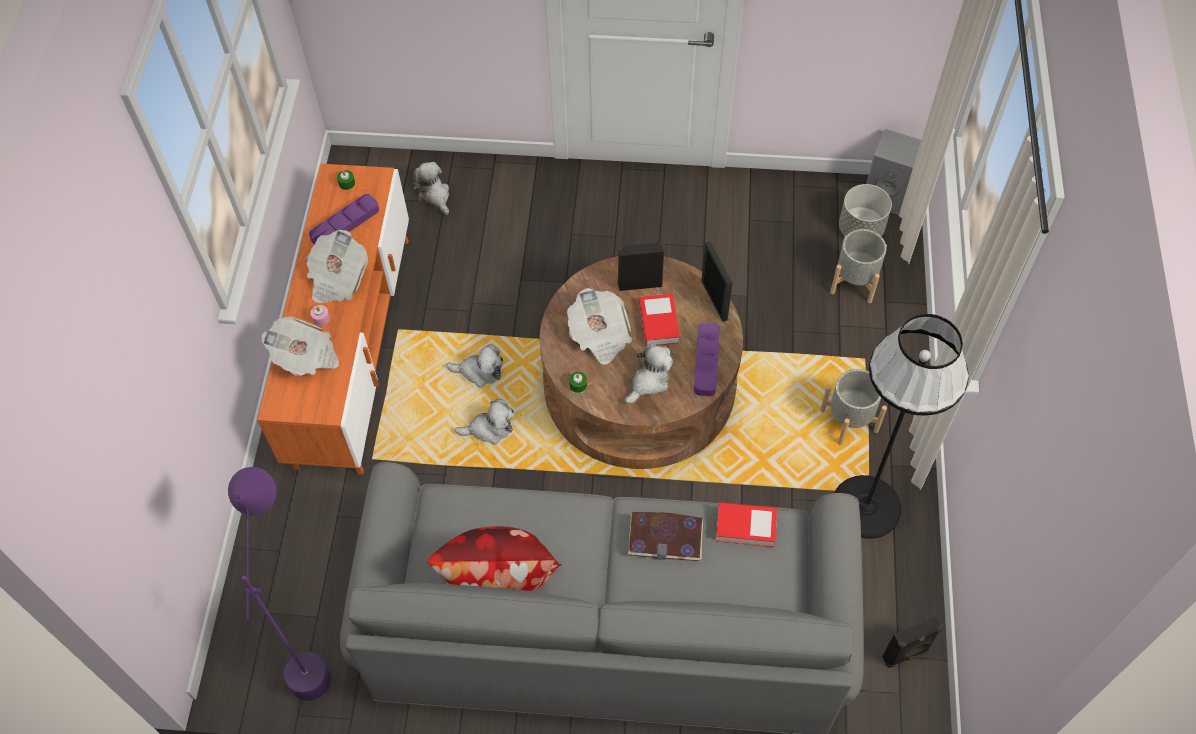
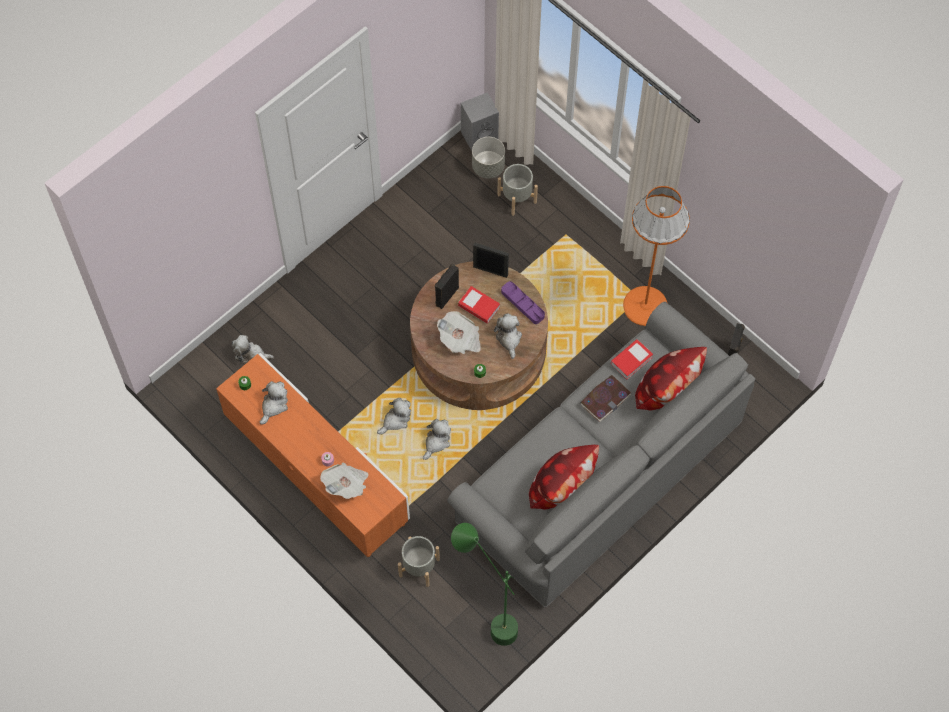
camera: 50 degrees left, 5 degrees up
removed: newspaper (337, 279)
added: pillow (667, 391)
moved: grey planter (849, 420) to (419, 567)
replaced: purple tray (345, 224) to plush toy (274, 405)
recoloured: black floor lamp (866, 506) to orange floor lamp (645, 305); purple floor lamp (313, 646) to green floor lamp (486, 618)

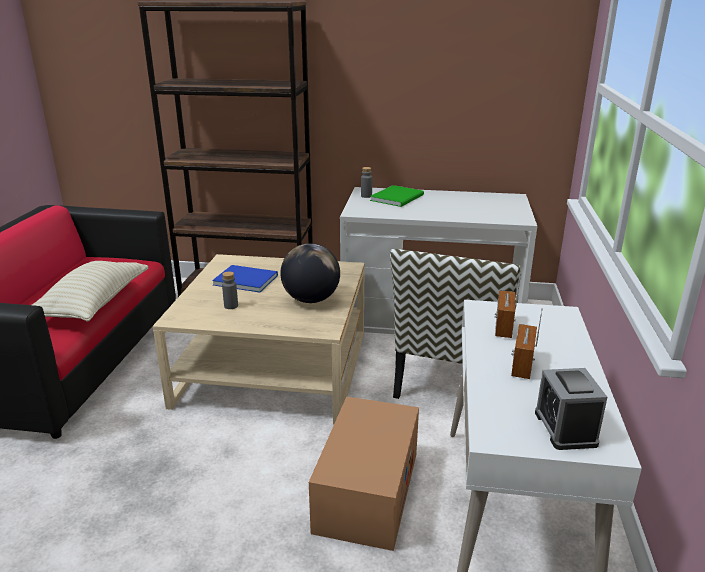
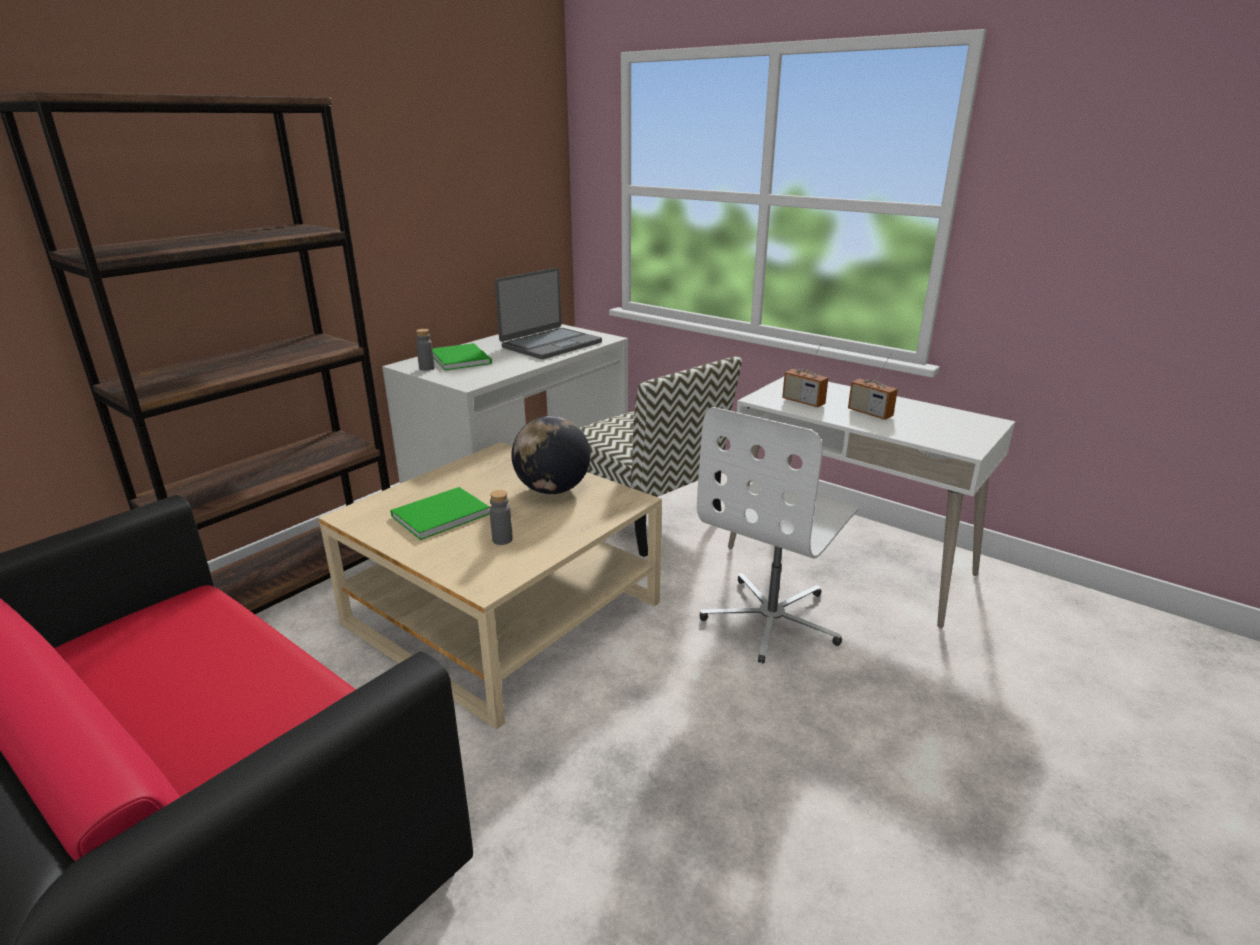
camera: 60 degrees left, 0 degrees up
removed: beige pillow (93, 304); alarm clock (565, 428)
added: laptop (550, 345)
replaced: cardboard box (367, 491) to white office chair (772, 619)
recoloured: blue book (245, 279) to green book (437, 515)

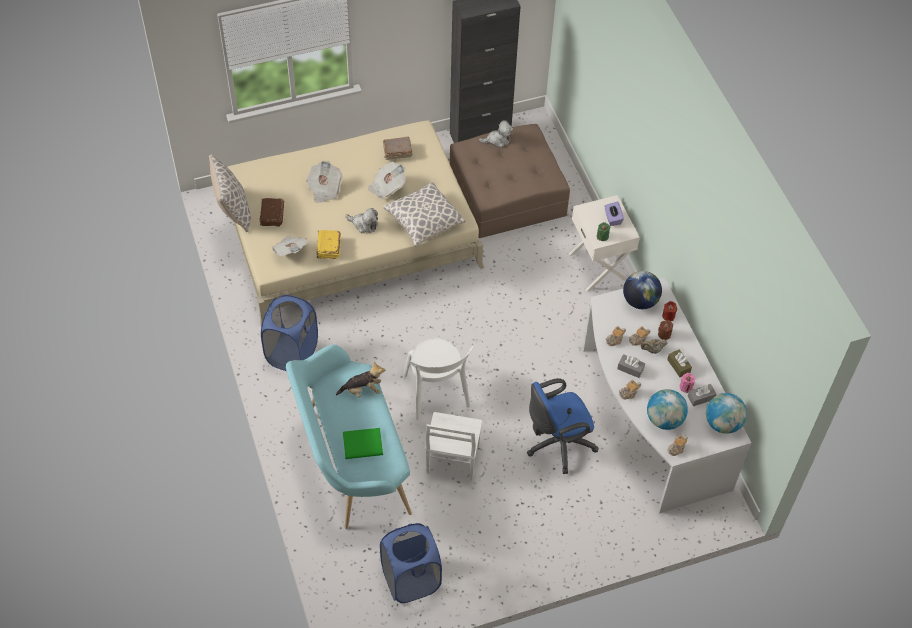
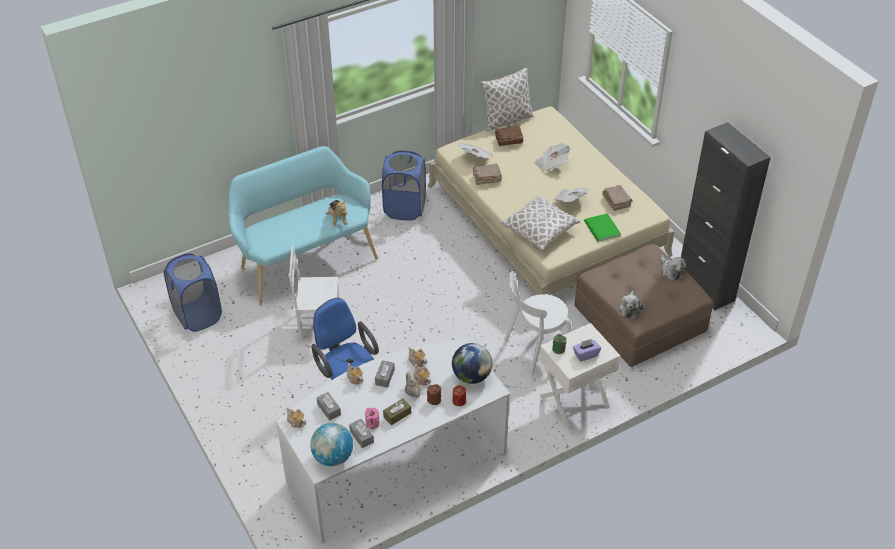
camera: 80 degrees right, 10 degrees down
moved: plush toy (364, 224) to (629, 308); white chair (437, 395) to (535, 350); green book (364, 445) to (601, 229)
replaced: globe (664, 420) to grey tissue box (329, 409)
recoloured: yellow book (328, 248) to brown book (486, 178)

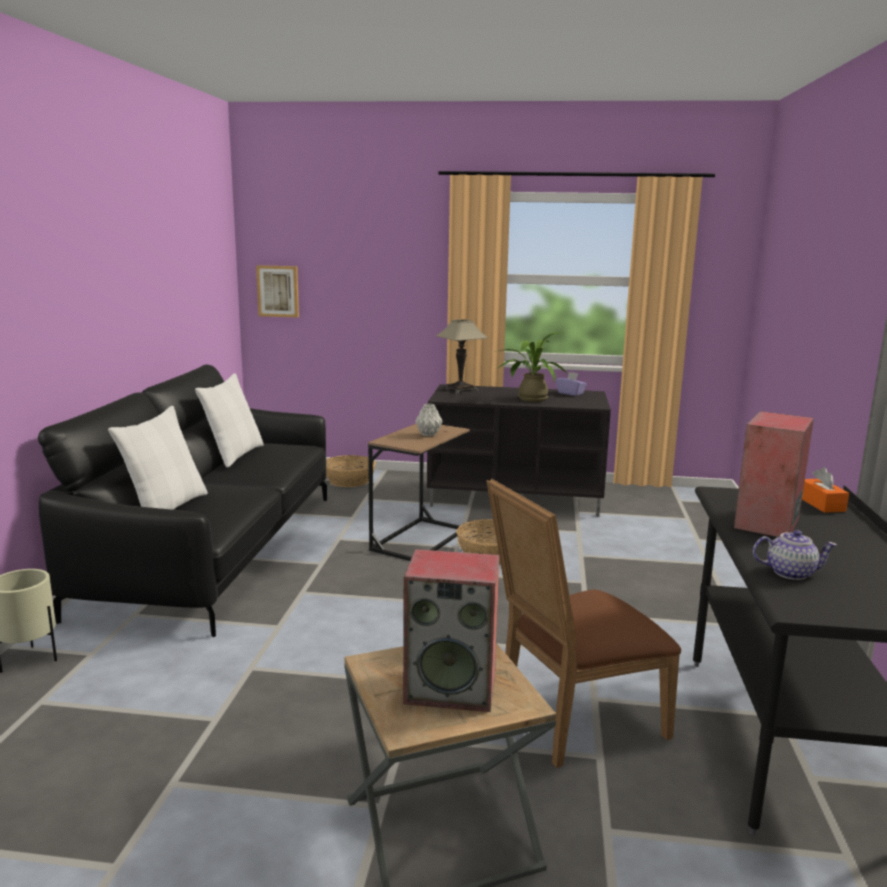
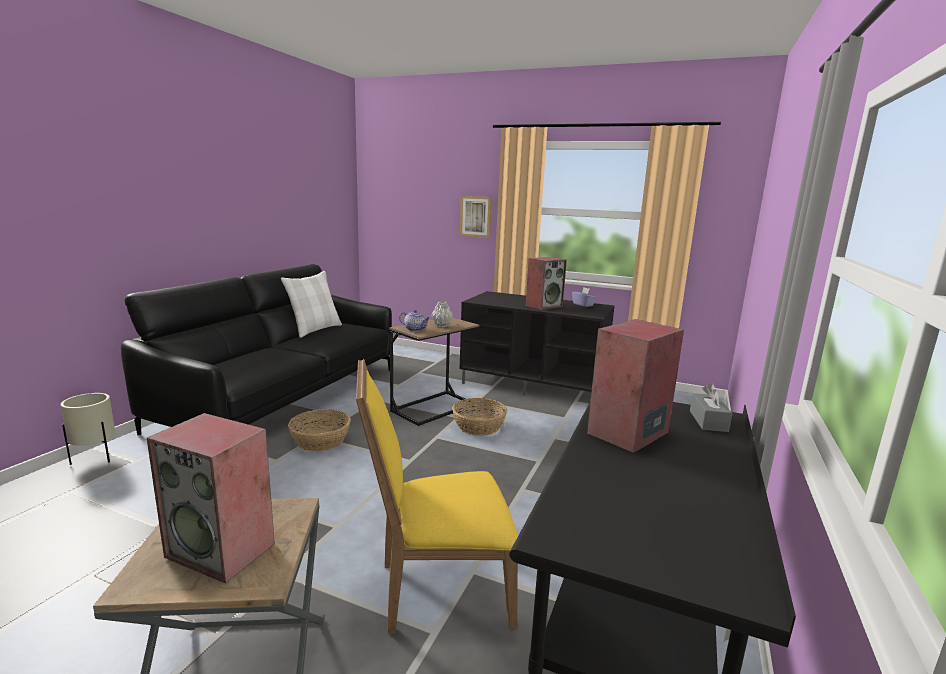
camera: 15 degrees right, 0 degrees up
removed: table lamp (460, 389); white pillow (166, 508)
moved: picture (278, 291) to (476, 216); basket (349, 481) to (321, 441); teapot (790, 573) to (415, 329)
replaced: potted plant (529, 398) to speaker (544, 306)
recoloured: orange tissue box (821, 504) to grey tissue box (708, 421); brown chair (572, 722) to yellow chair (436, 590)

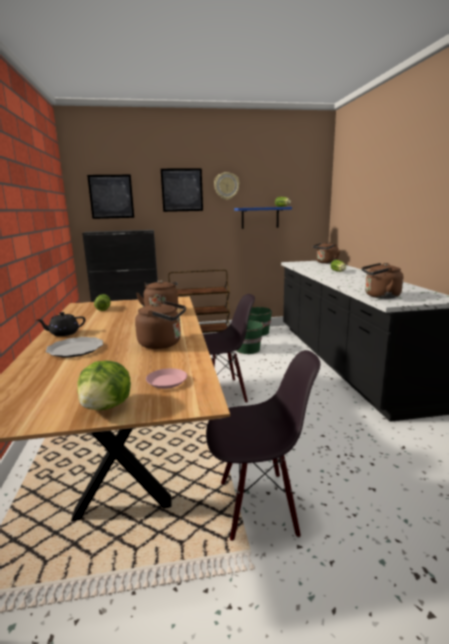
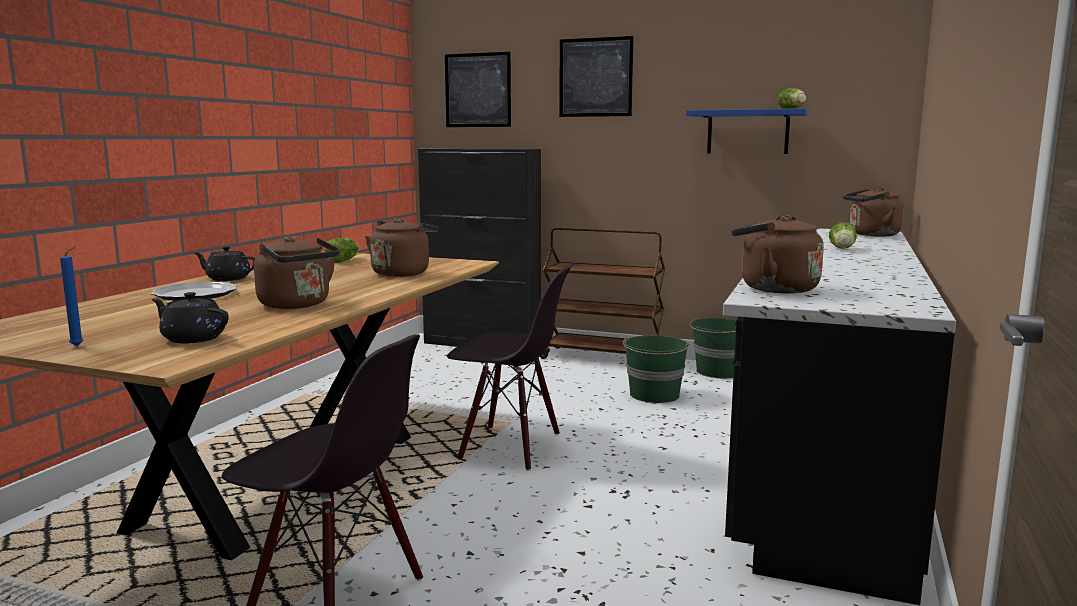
camera: 30 degrees right, 5 degrees down
removed: wall clock (226, 186)
replaced: lettuce (107, 407) to blue candle (79, 346); pink plate (167, 381) to black teapot (192, 338)

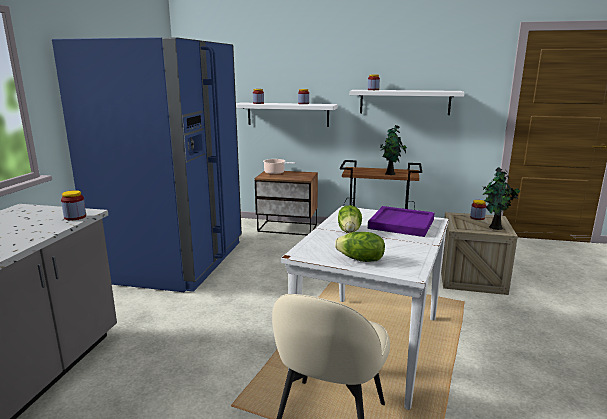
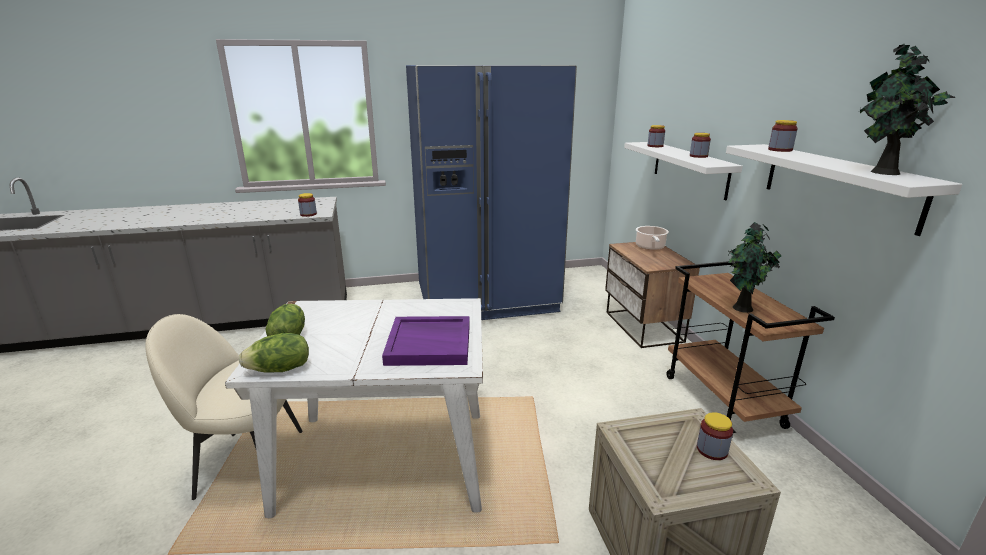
camera: 65 degrees right, 5 degrees up
moved: potted plant (495, 228) to (882, 172); lettuce (350, 231) to (280, 370)

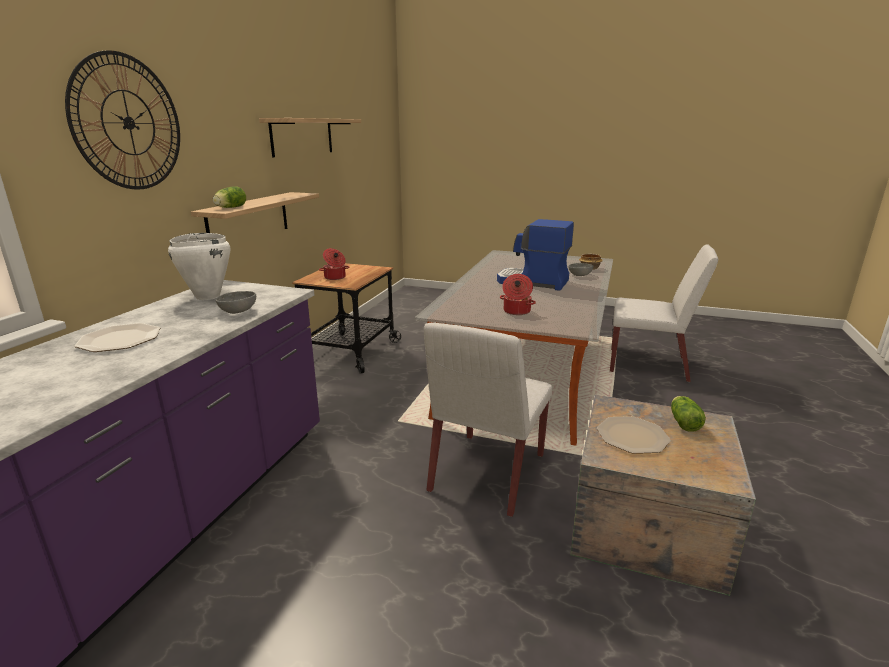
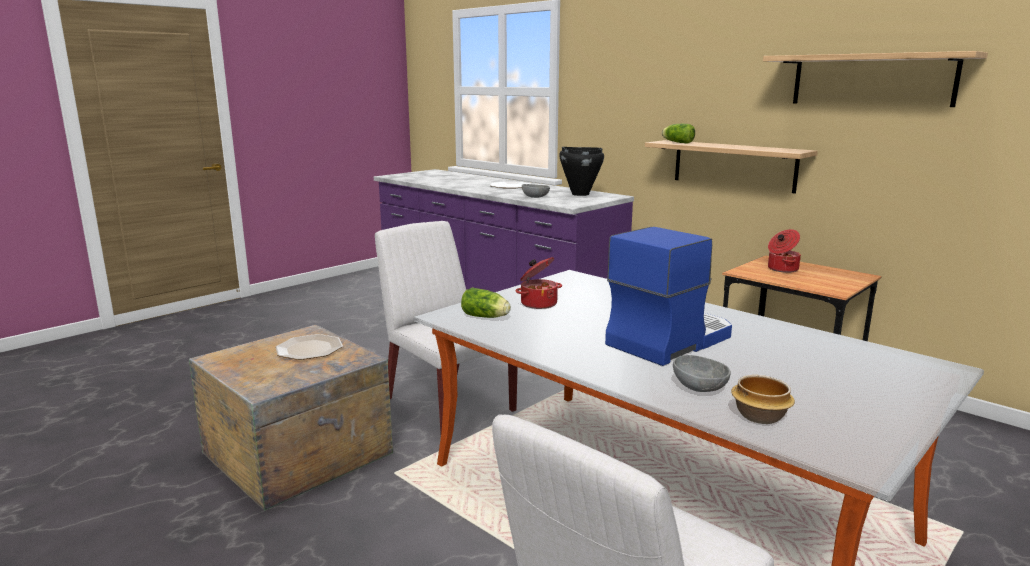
camera: 115 degrees right, 5 degrees down
removed: wall clock (128, 123)
moved: lettuce (683, 422) to (486, 317)
recoloured: white cooking pot (207, 297) to black cooking pot (580, 194)

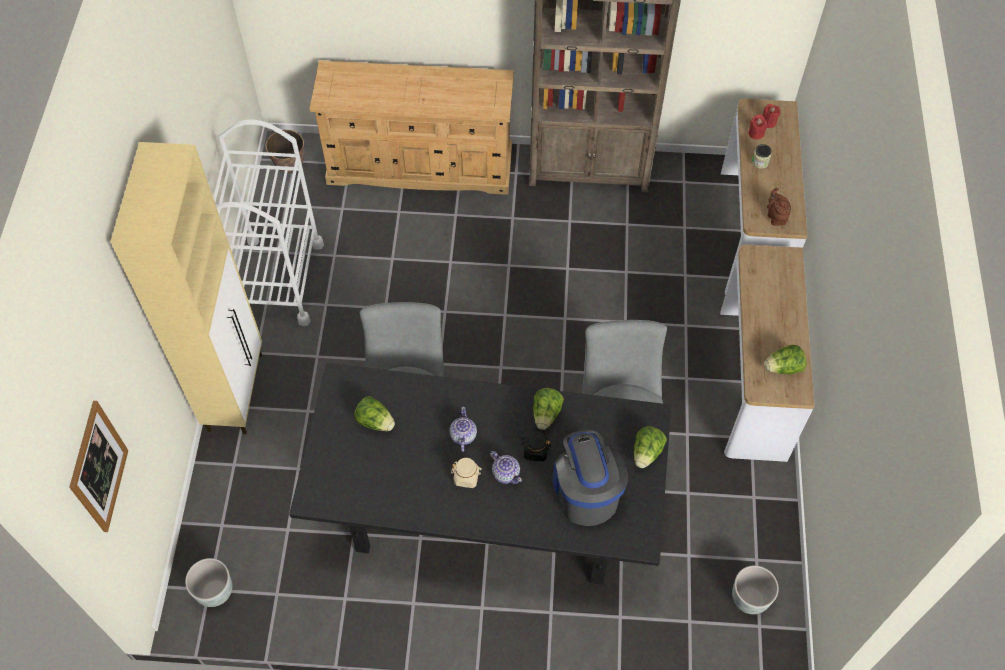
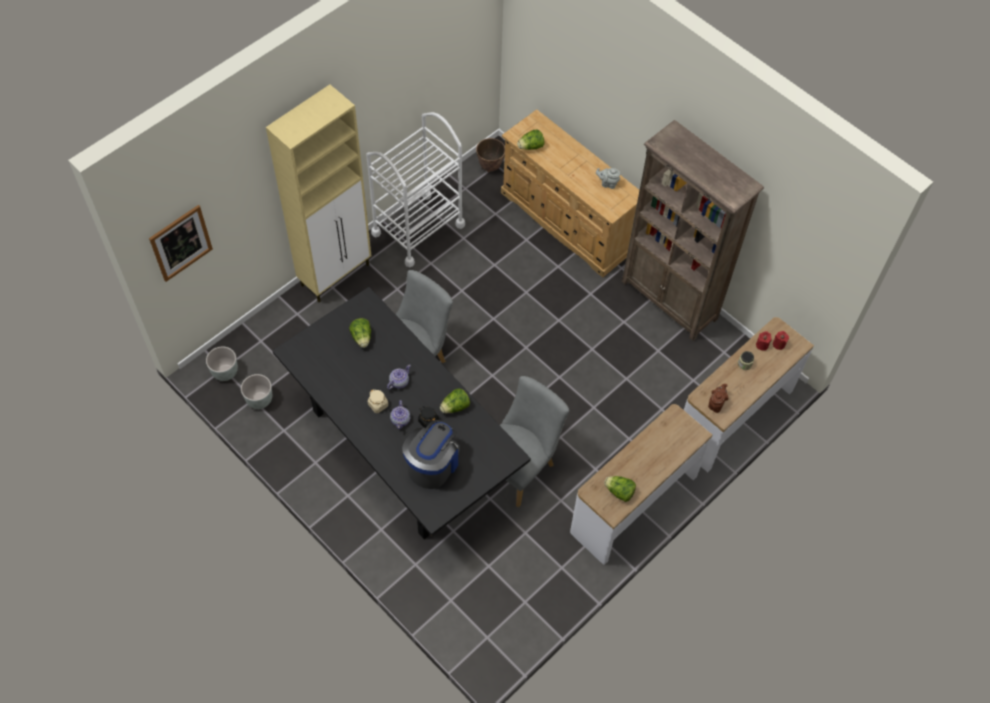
camera: 40 degrees right, 0 degrees up
added: grey teapot (607, 183)
moved: lettuce (646, 453) to (531, 147); grey planter (749, 599) to (259, 400)

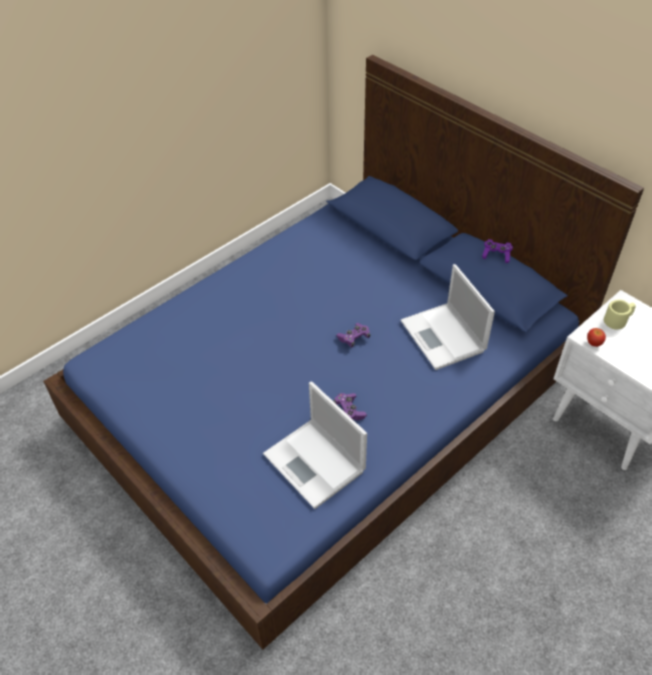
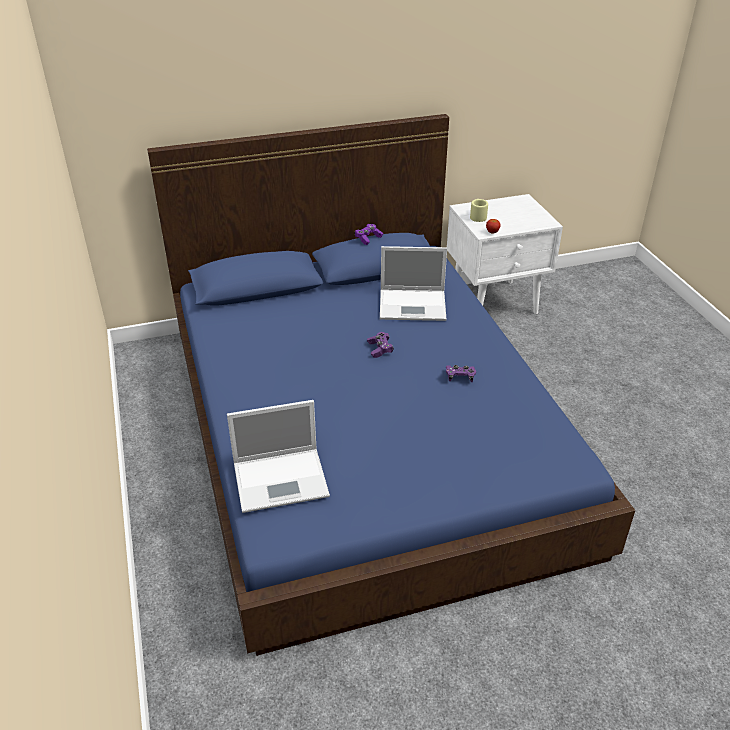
camera: 65 degrees left, 10 degrees down
moved: laptop (315, 463) to (282, 479)

